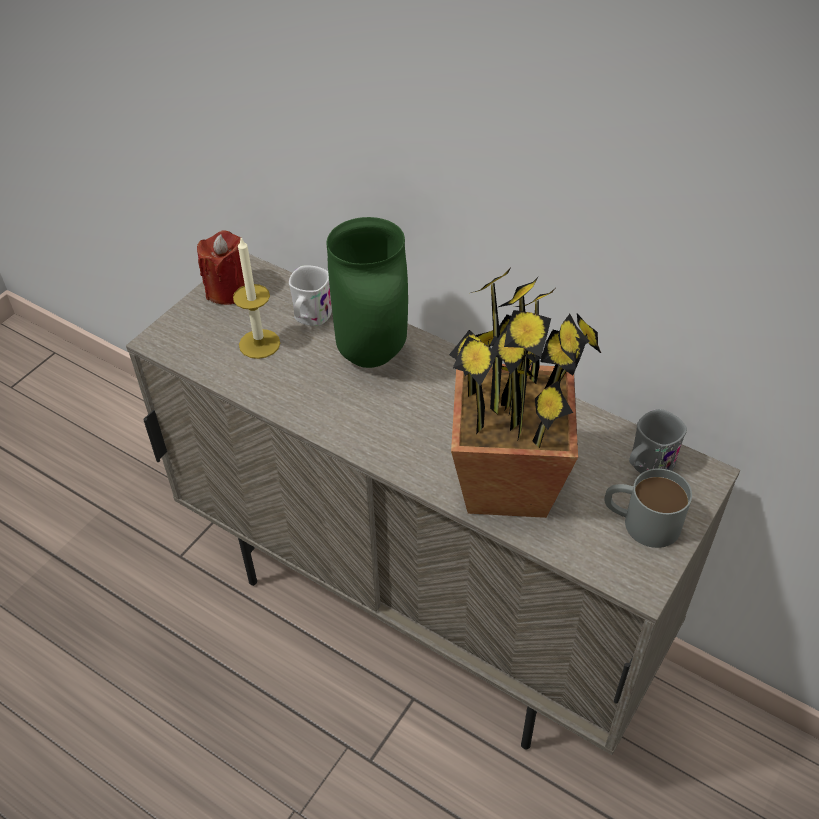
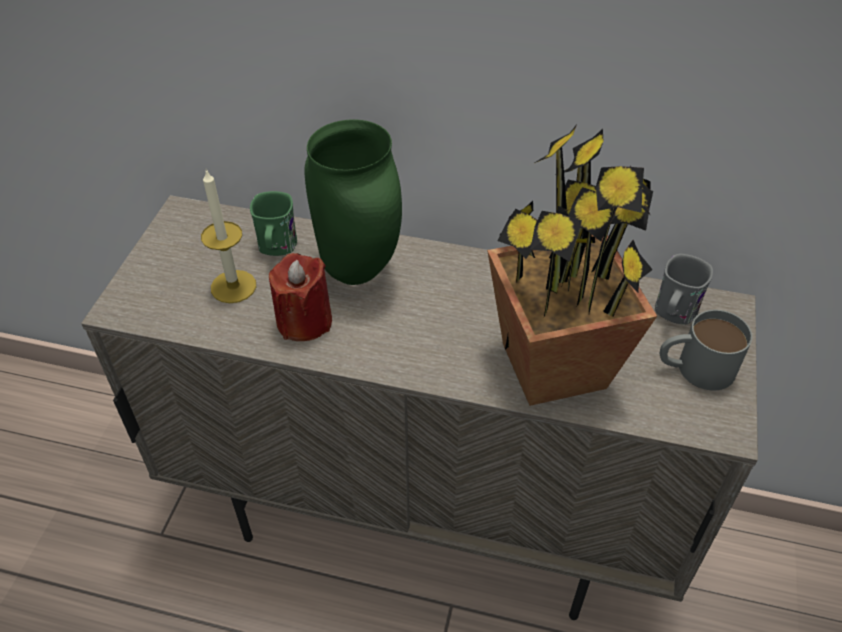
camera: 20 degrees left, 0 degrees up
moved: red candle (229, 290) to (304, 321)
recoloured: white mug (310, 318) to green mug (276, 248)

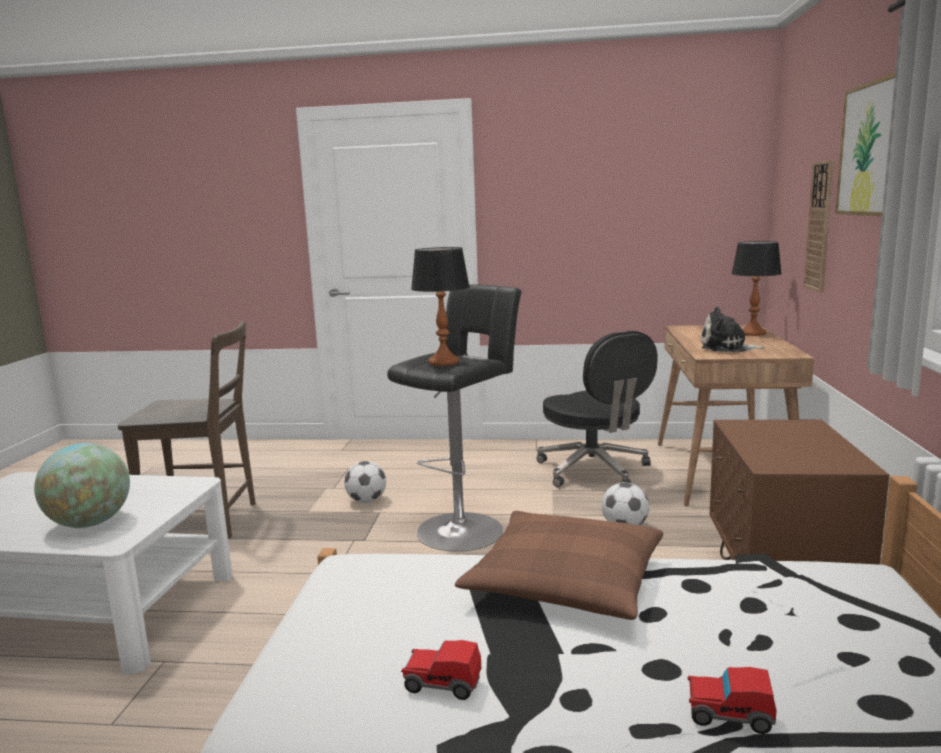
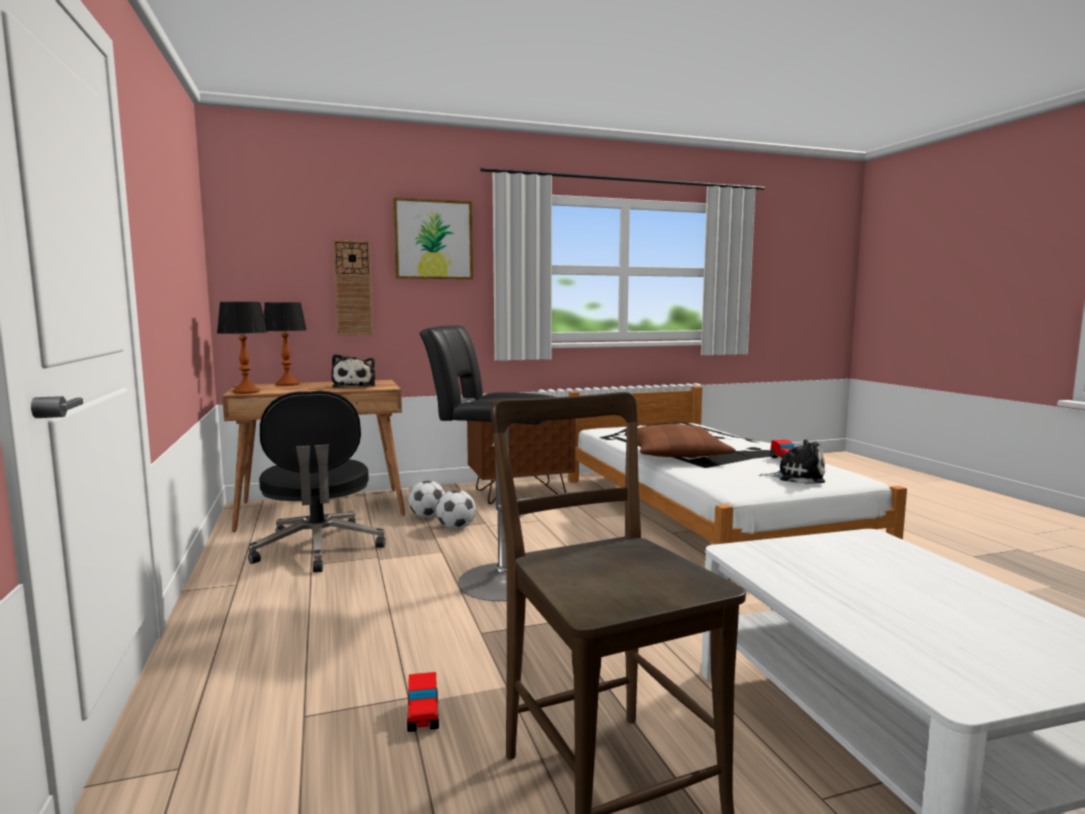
camera: 115 degrees left, 5 degrees down
removed: globe (90, 523)
added: plush toy (797, 477)
moved: table lamp (444, 362) to (246, 392); football (366, 501) to (427, 517); toy car (729, 716) to (423, 716)
turned: black office chair (594, 471) = (318, 549) 120 degrees clockwise

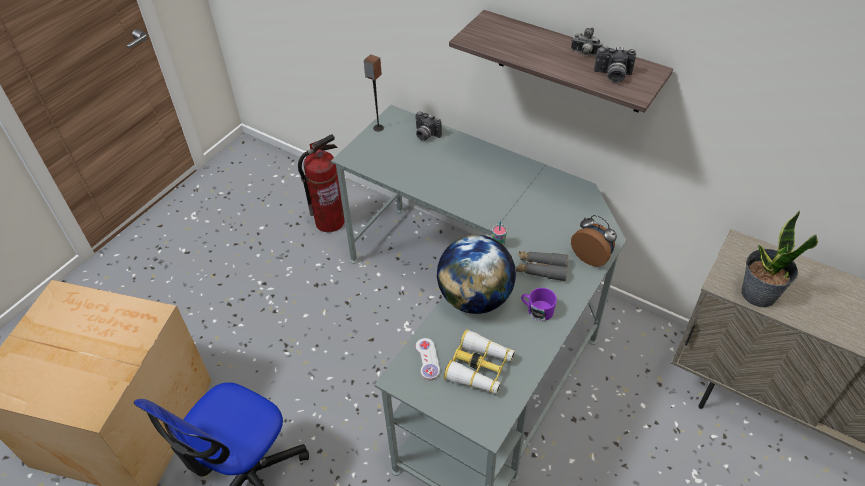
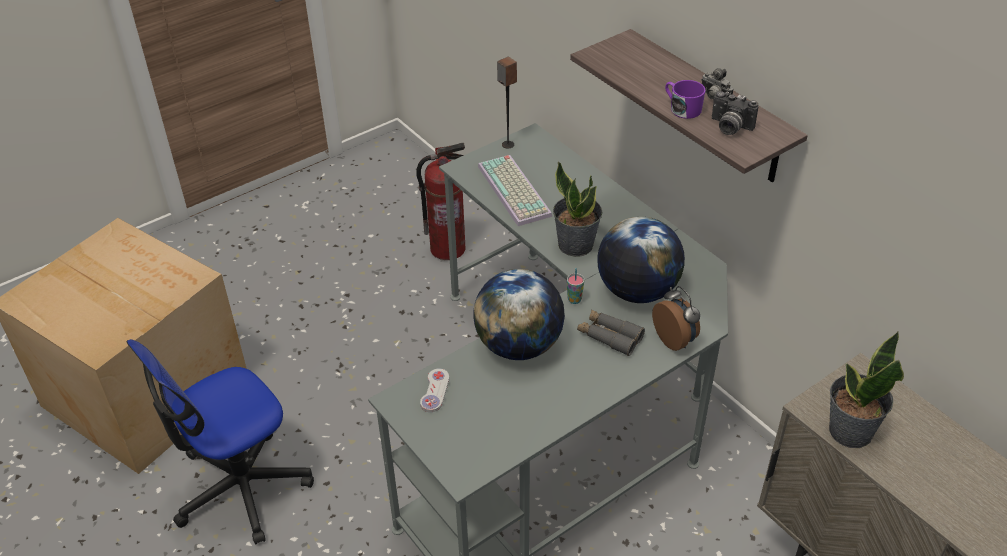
camera: 20 degrees right, 5 degrees down
removed: photo camera (425, 135); binoculars (480, 368)
added: keyboard (516, 191); potted plant (575, 244); globe (637, 291)
moved: purple mug (537, 310) to (682, 108)

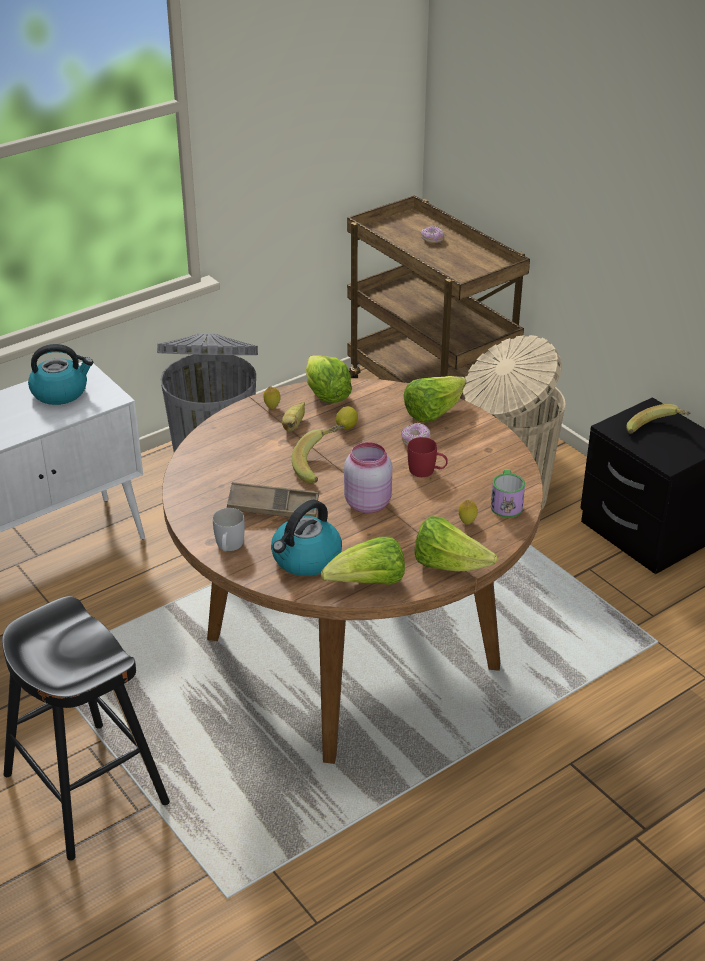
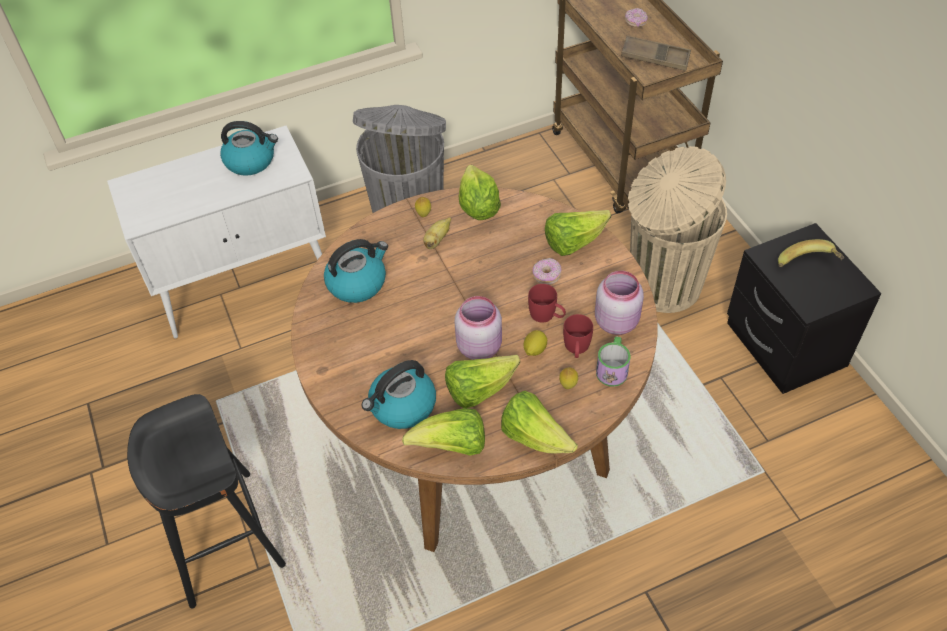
camera: 15 degrees right, 15 degrees up
removed: banana (321, 465); white mug (228, 547)
added: kettle (357, 283); pink jar (617, 321); red mug (576, 349); lettuce (479, 390)
moved: lemon (346, 427) to (534, 350); brown tray (273, 507) to (655, 58)

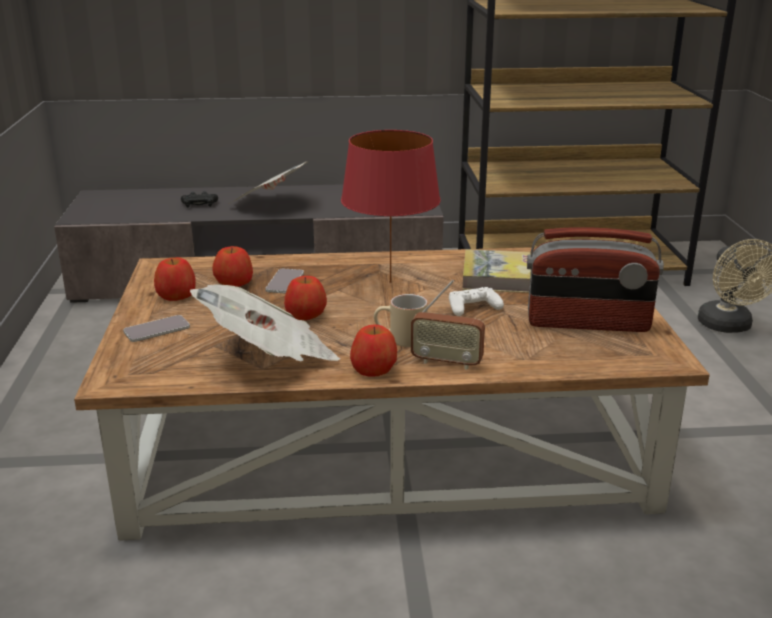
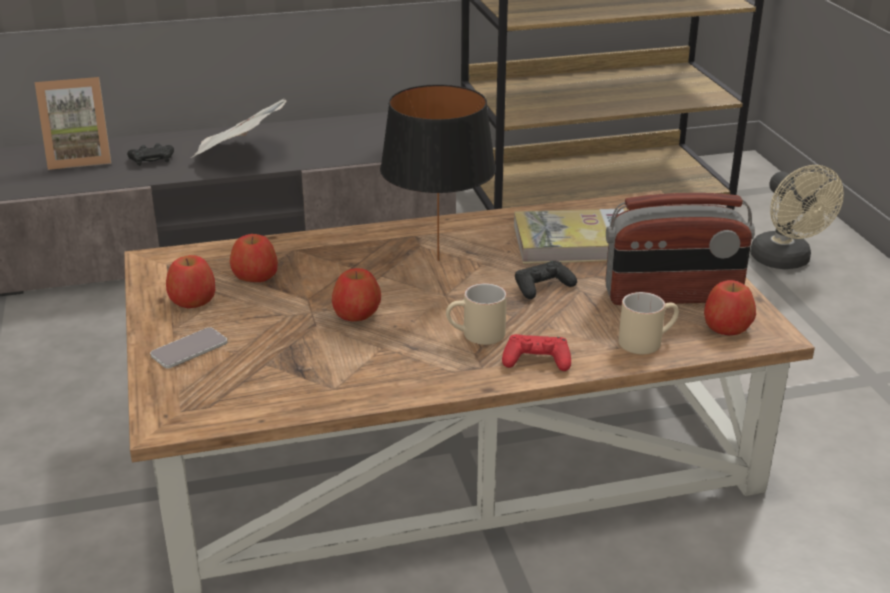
camera: 10 degrees left, 5 degrees up
removed: phone (285, 282); newspaper (270, 357)
added: picture frame (80, 158); beige mug (646, 341)
moved: apple (374, 369) to (727, 326)
replaced: radio (446, 362) to red game controller (536, 360)
recoloured: red table lamp (391, 283) to black table lamp (439, 261); white game controller (473, 307) to black game controller (543, 286)

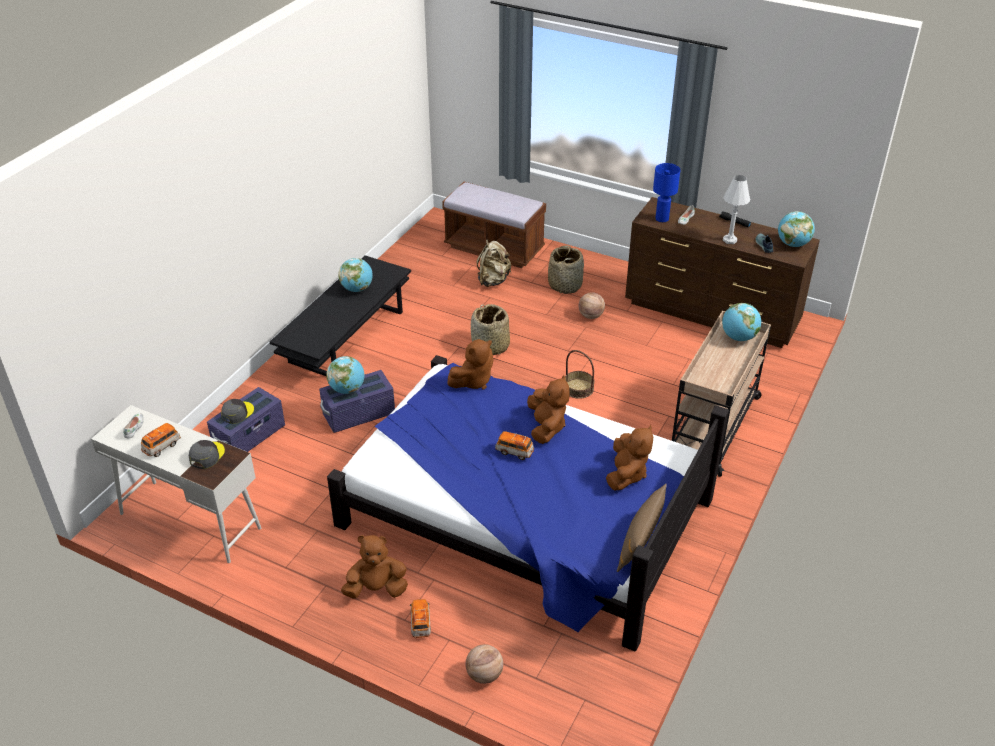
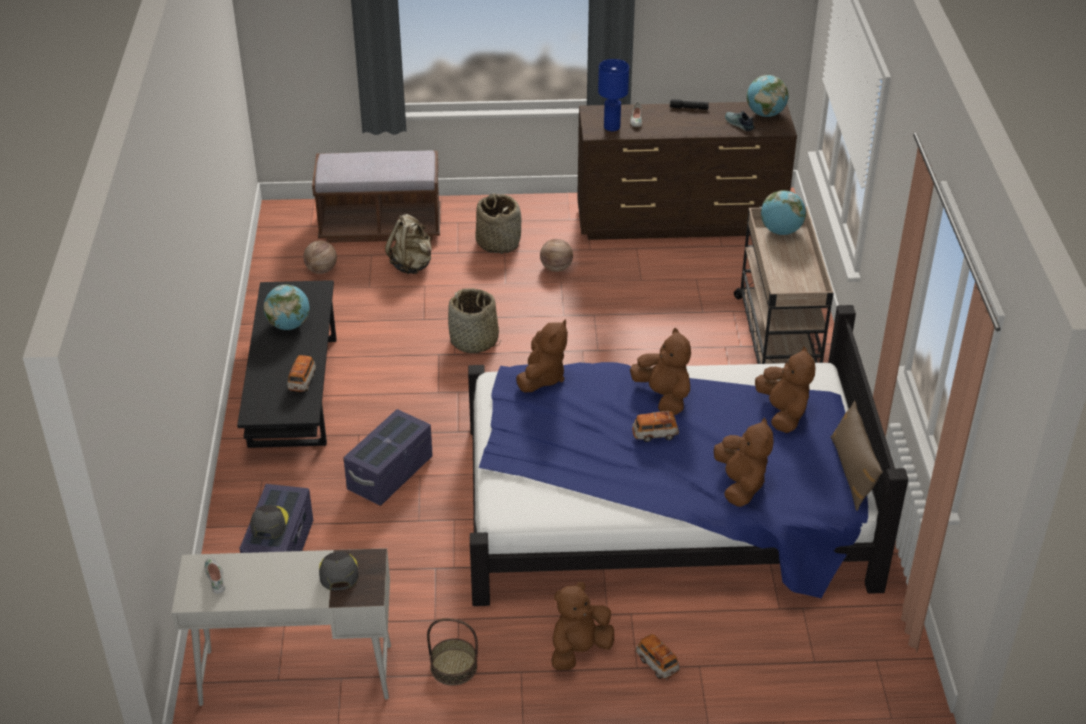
camera: 30 degrees left, 0 degrees up
removed: white table lamp (729, 240); globe (347, 389)
added: brown plush toy (740, 484)
moved: basket (578, 388) to (453, 667); toy car (162, 446) to (302, 381); basketball (484, 675) to (321, 270)

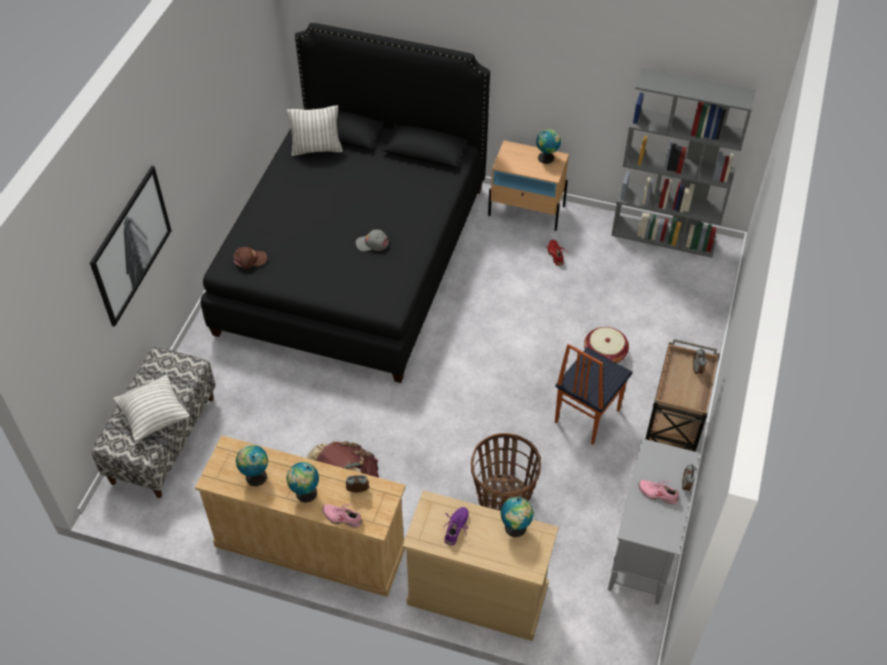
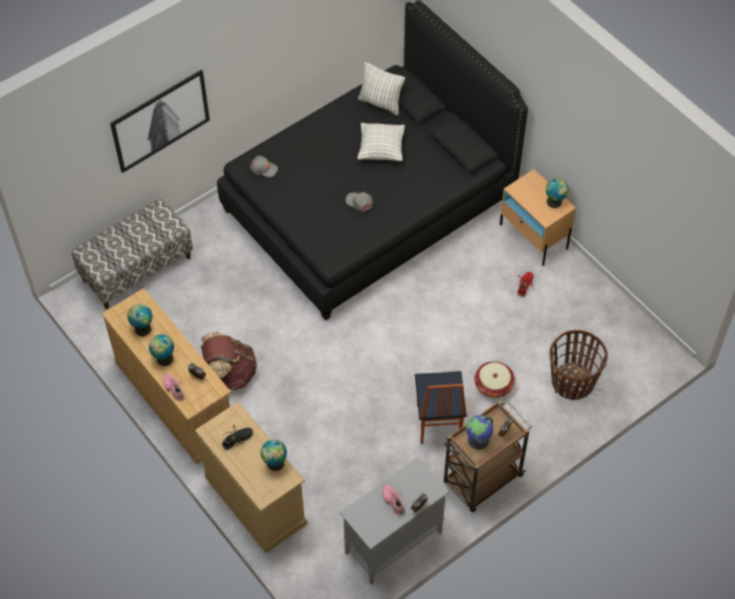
camera: 35 degrees right, 5 degrees up
removed: grey bookcase (664, 236)
added: globe (478, 440)
moved: pillow (154, 417) to (381, 150); basket (503, 498) to (572, 382)
recoloured: brown cap (250, 260) to grey cap (263, 168); purple shoe (456, 528) to black shoe (237, 440)
turned: chair (585, 416) = (437, 423) 75 degrees counterclockwise

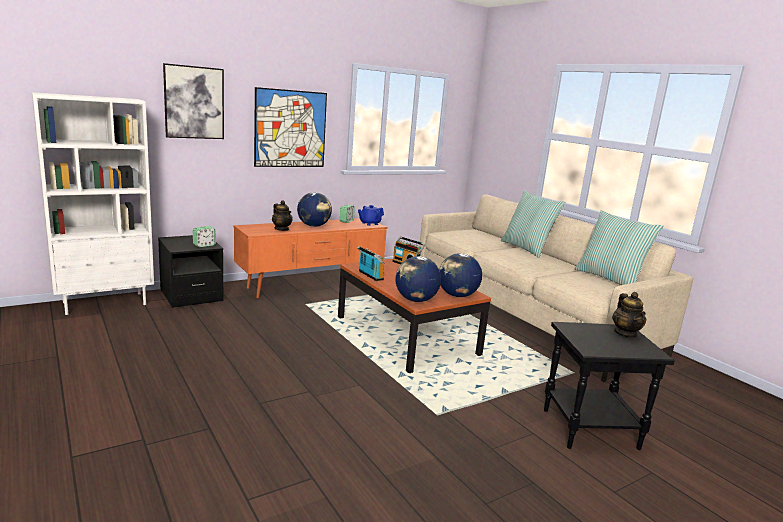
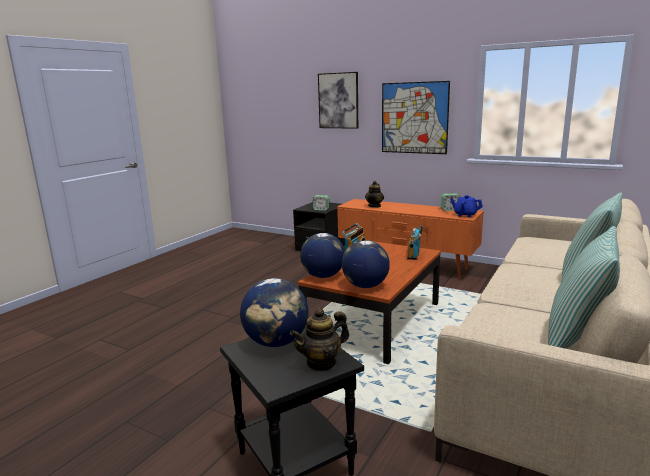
camera: 65 degrees right, 0 degrees up
removed: white bookcase (105, 303)
moved: globe (314, 226) to (276, 342)

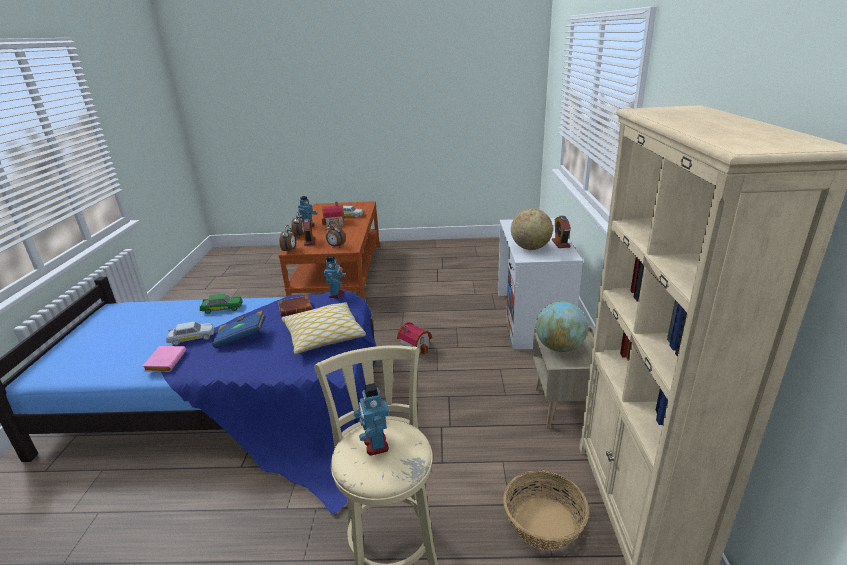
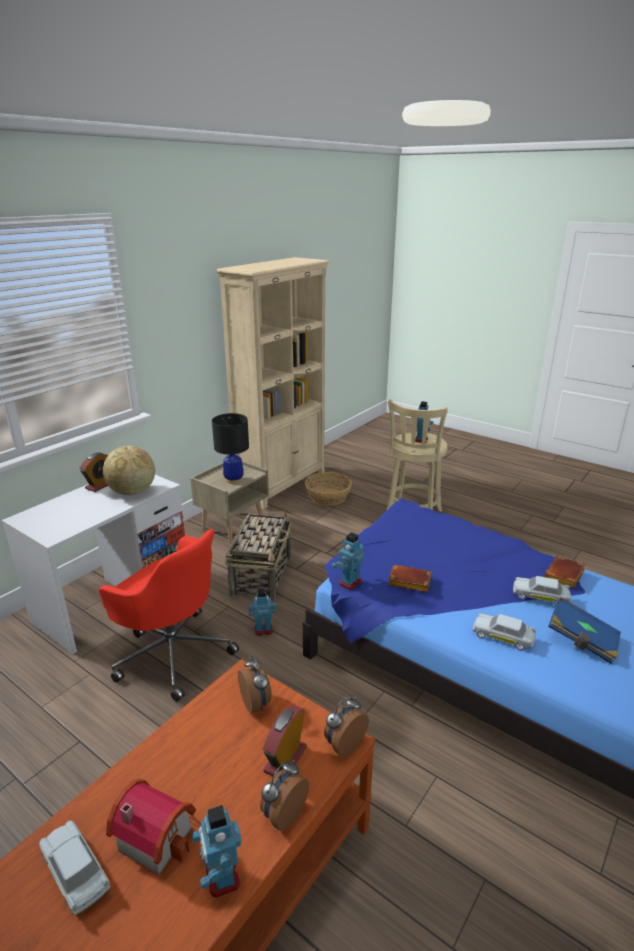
camera: 145 degrees left, 0 degrees up
removed: pillow (324, 336)
added: basket (261, 575); red office chair (173, 652)
moved: blue book (241, 338) to (581, 641)
replaced: globe (559, 347) to black table lamp (233, 479); toy house (416, 346) to toy robot (263, 629)
recoloured: green toy car (222, 308) to white toy car (503, 636); pink book (165, 361) to brown book (565, 576)

